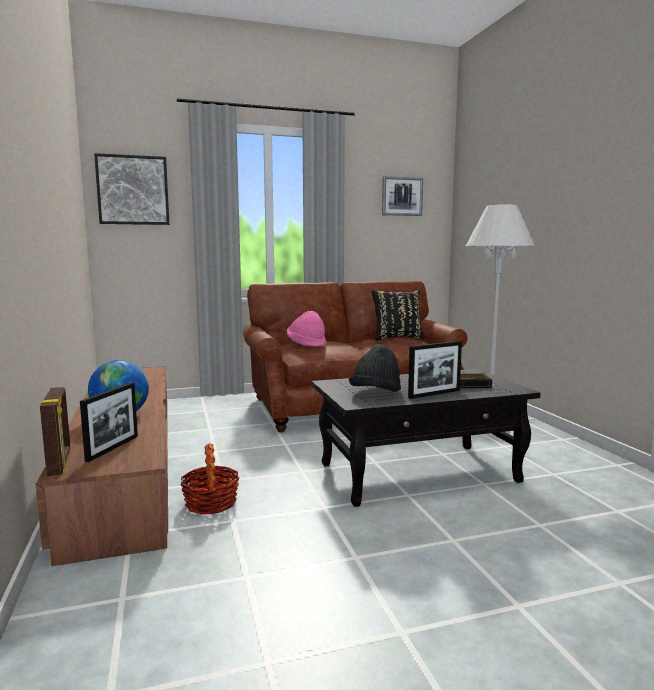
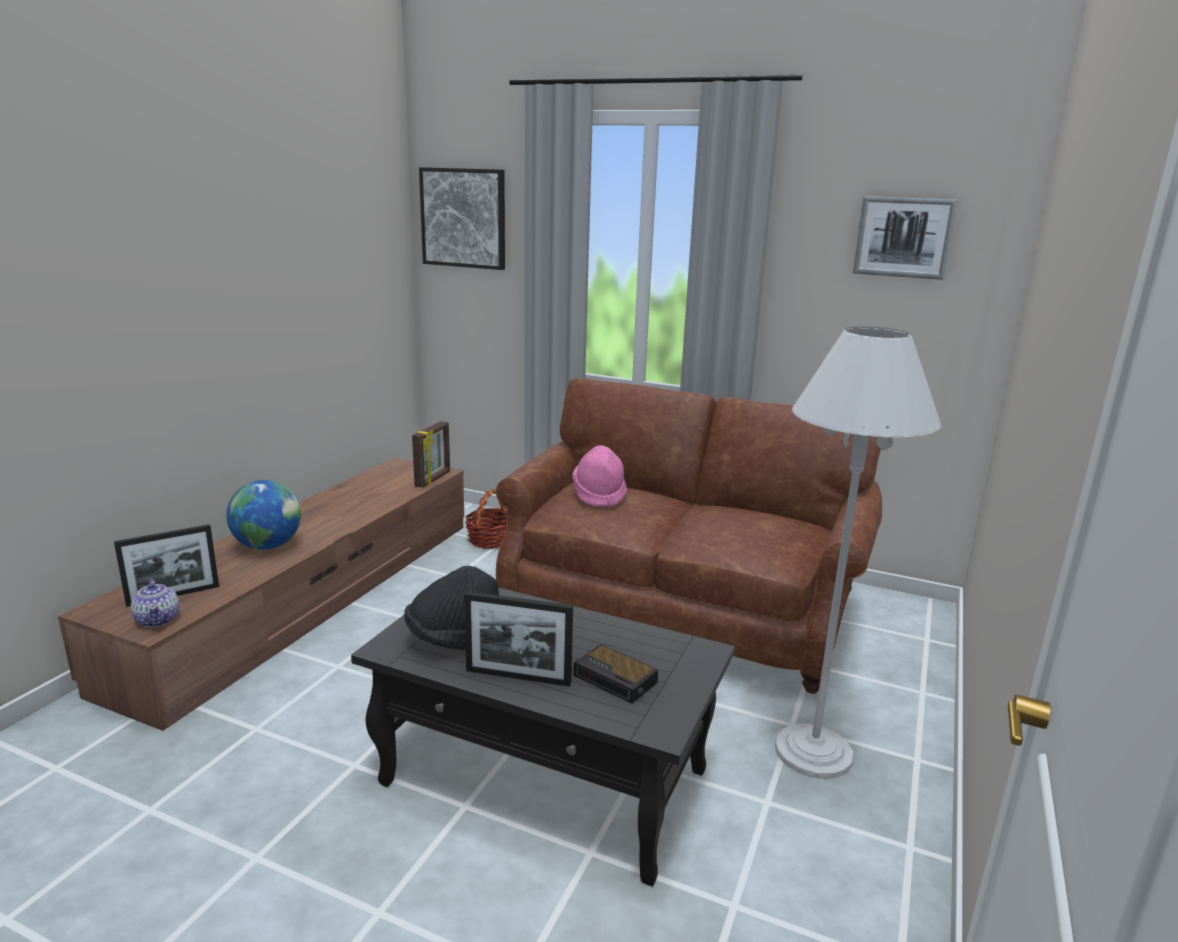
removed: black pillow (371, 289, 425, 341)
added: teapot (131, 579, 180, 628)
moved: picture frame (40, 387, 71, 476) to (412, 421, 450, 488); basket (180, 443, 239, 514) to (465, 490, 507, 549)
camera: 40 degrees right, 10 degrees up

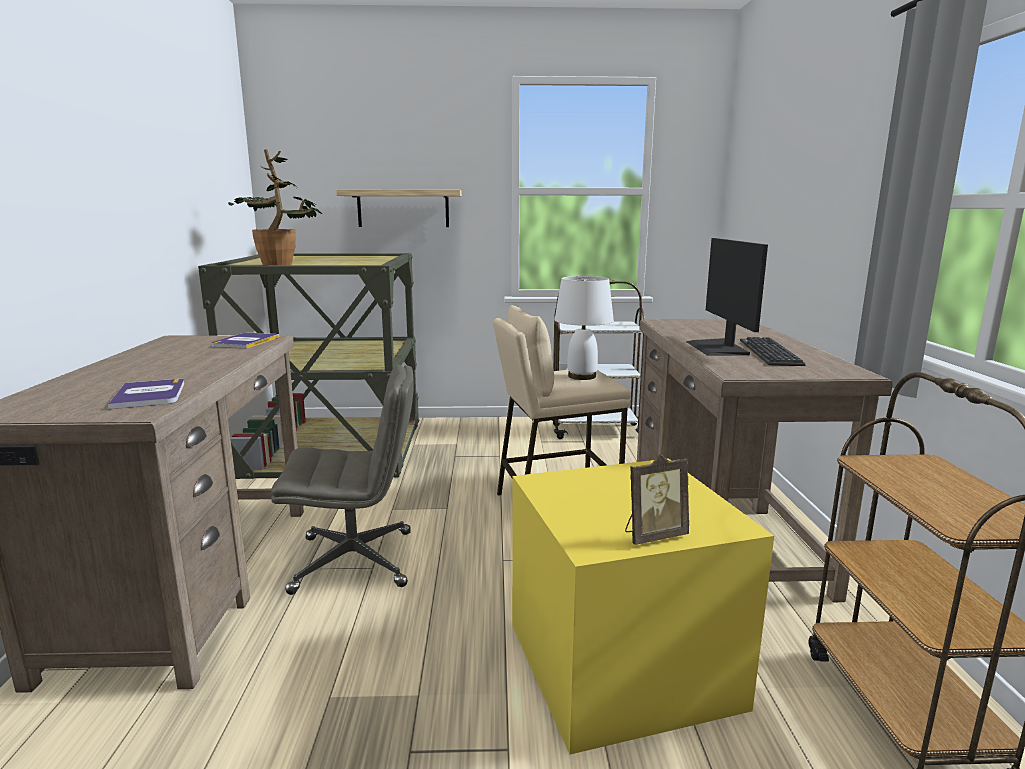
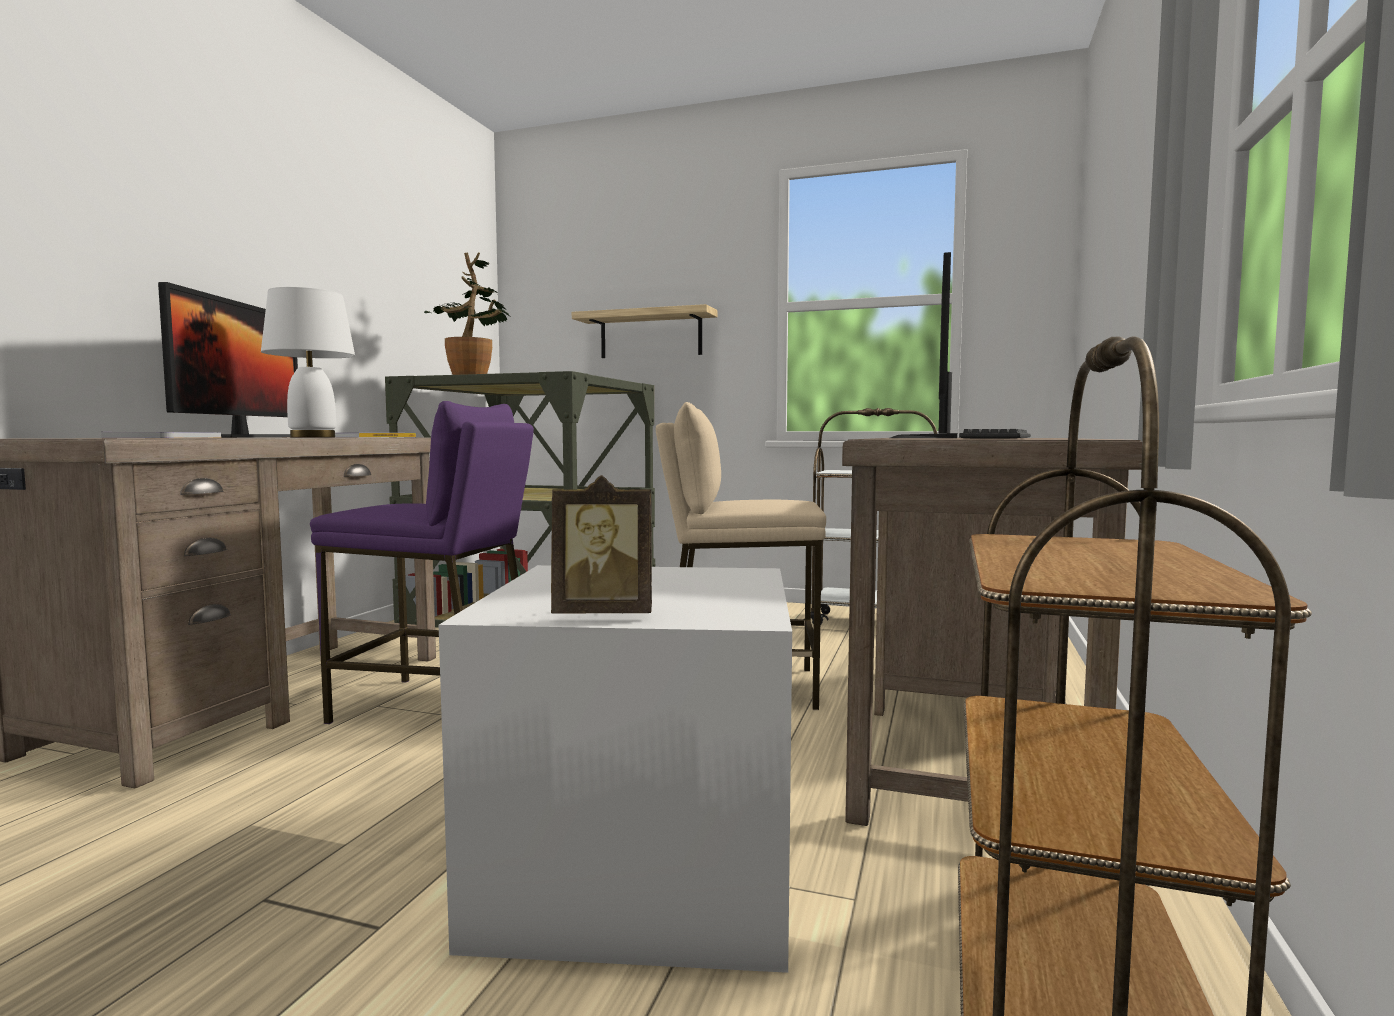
added: monitor (158, 282, 298, 438)
moved: white table lamp (555, 276, 614, 380) to (261, 287, 355, 438)
replaced: grey office chair (271, 365, 414, 595) to purple stool (310, 401, 534, 724)
recoloured: yellow storage box (512, 458, 774, 755) to white storage box (439, 565, 792, 973)
camera: 20 degrees right, 10 degrees down

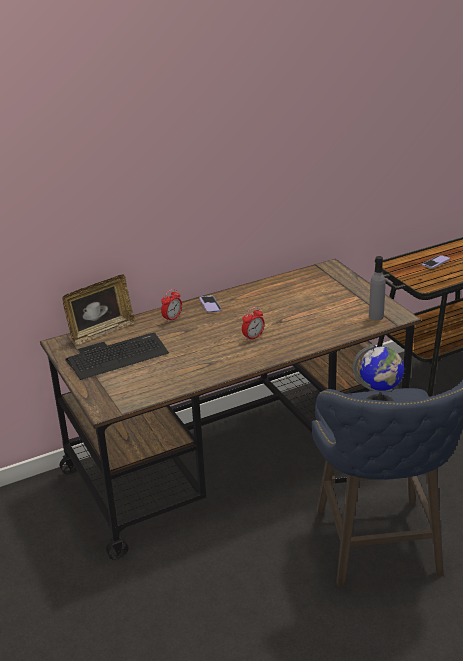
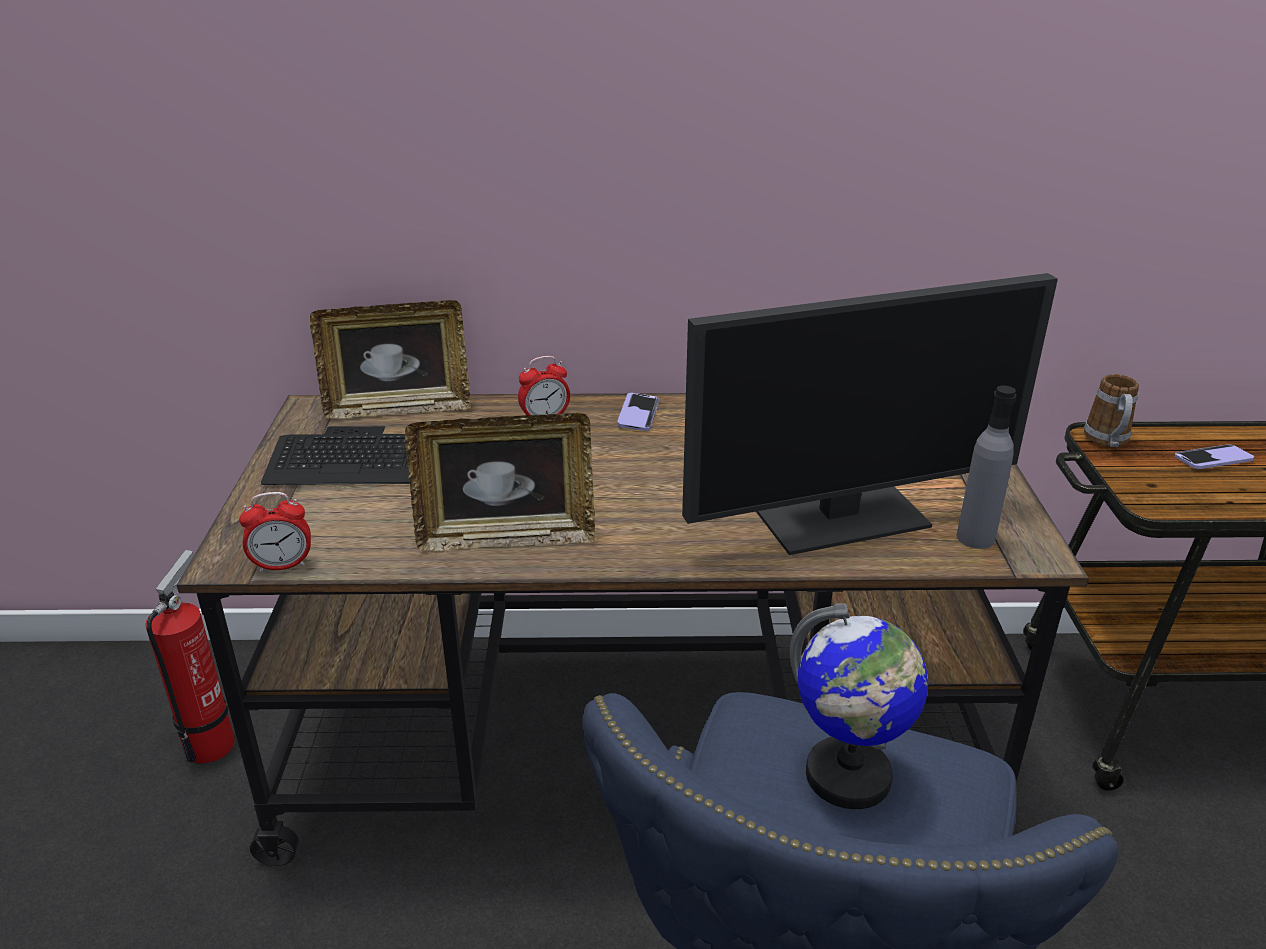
added: monitor (682, 273, 1058, 555); mug (1084, 374, 1139, 447); picture frame (405, 413, 595, 551); fire extinguisher (145, 550, 235, 764)
moved: alarm clock (242, 307, 265, 341) to (239, 492, 311, 573)
camera: 25 degrees right, 0 degrees up

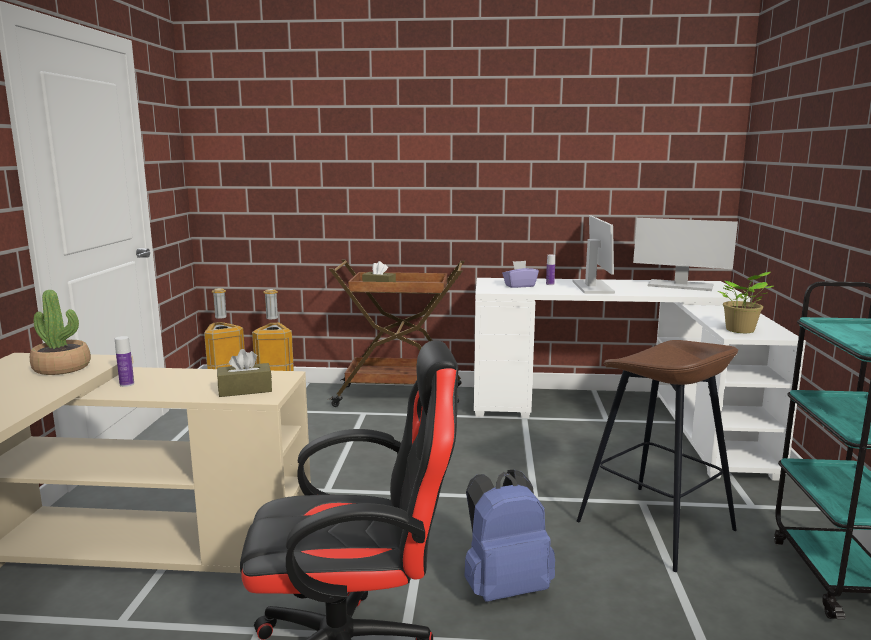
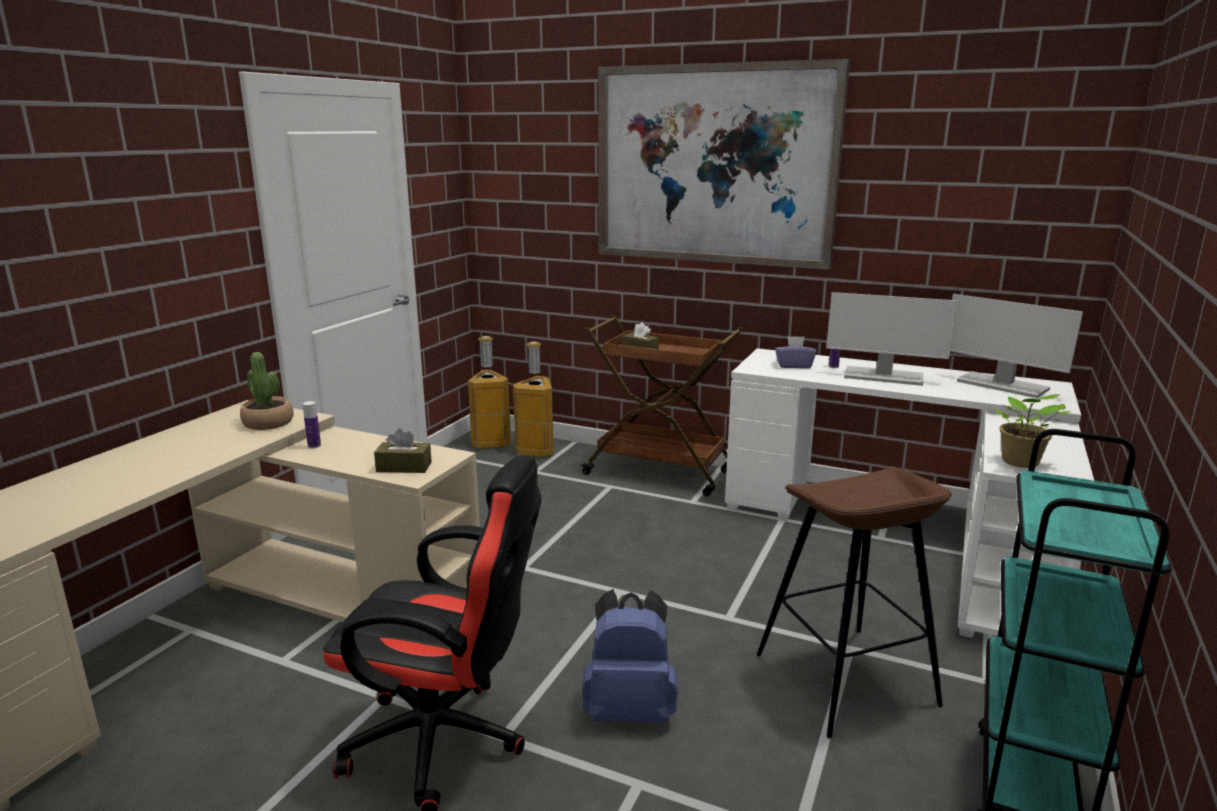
added: picture (598, 59, 850, 270)
turned: monitor (573, 215, 615, 294) = (826, 292, 957, 386) 90 degrees clockwise
camera: 20 degrees right, 5 degrees up

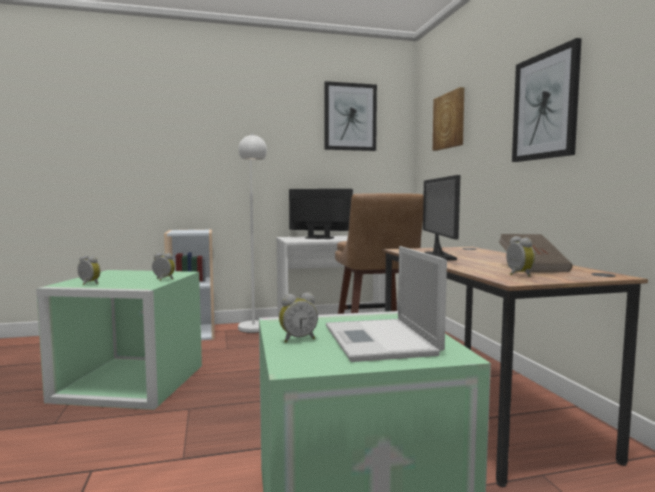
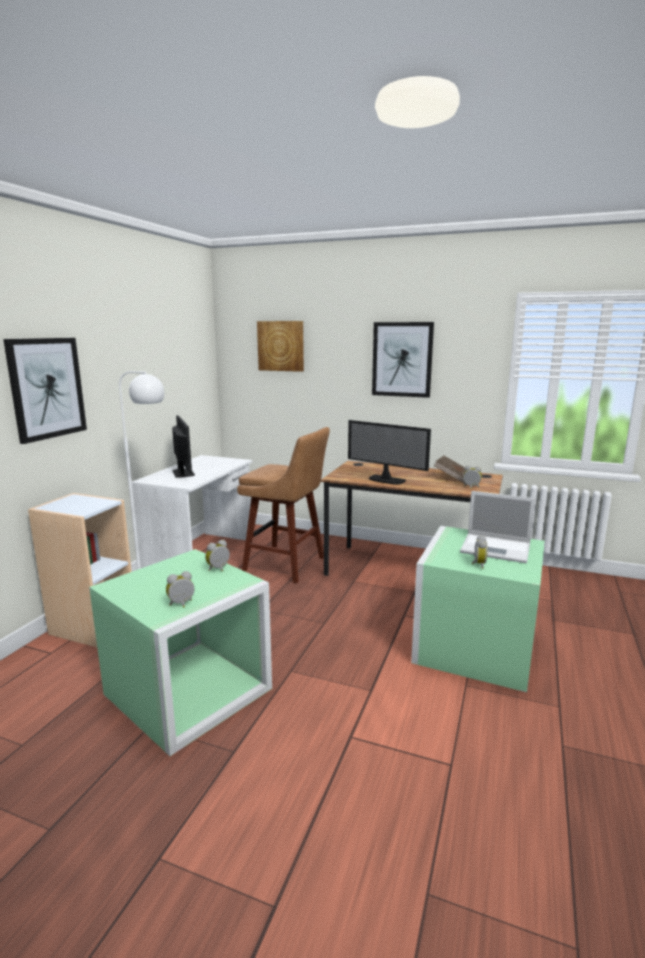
moved: picture (325, 81, 377, 151) to (3, 338, 87, 444)
turned: monitor (289, 189, 353, 239) = (172, 415, 195, 478) 105 degrees clockwise
camera: 55 degrees left, 10 degrees up

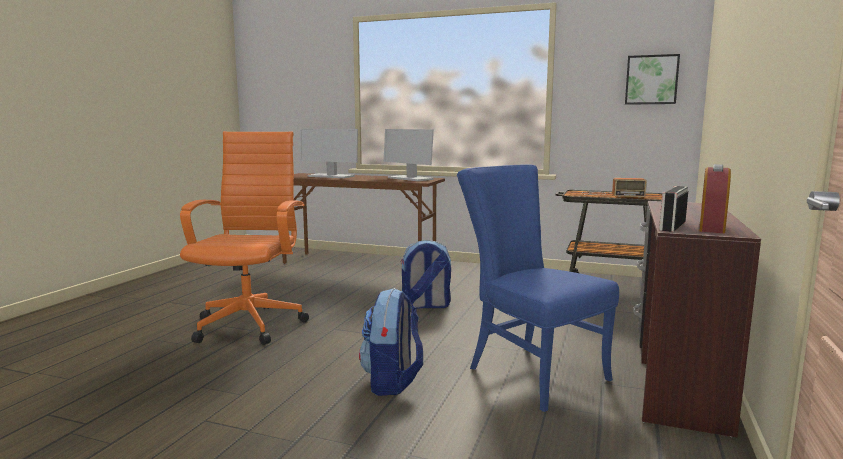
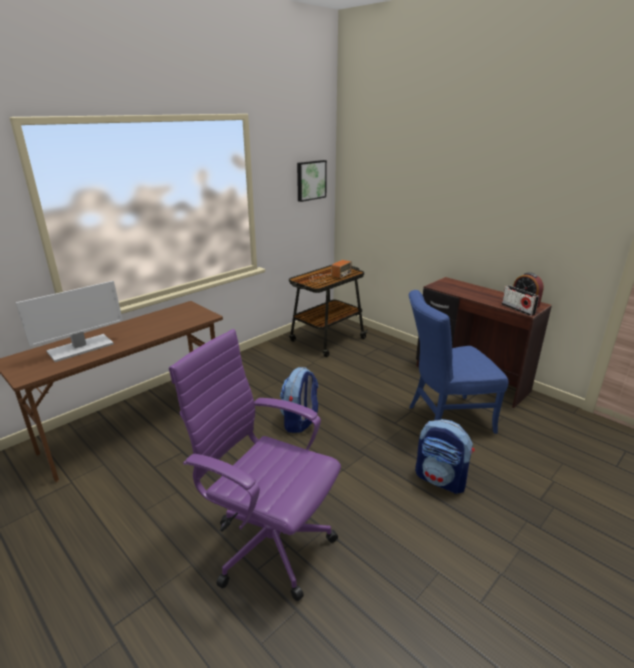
removed: monitor (383, 129, 434, 181)
recoloured: orange office chair (180, 131, 309, 345) to purple office chair (169, 329, 341, 601)
camera: 65 degrees left, 15 degrees up

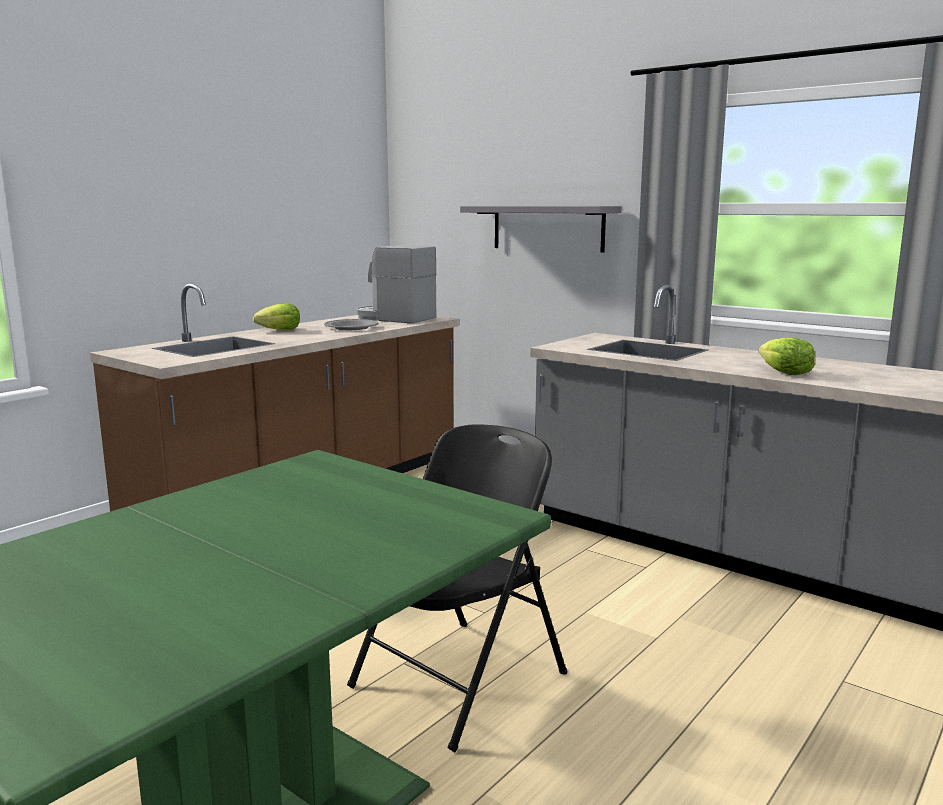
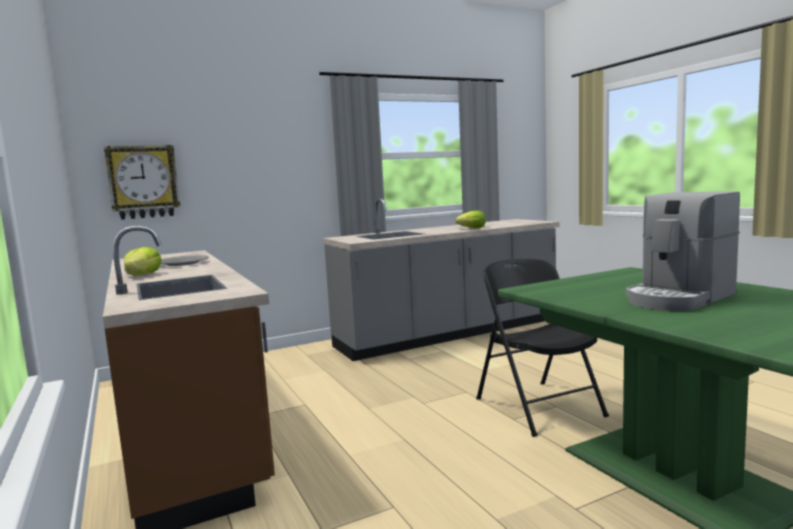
removed: grey shelf (460, 206, 621, 252)
added: wall clock (104, 145, 180, 220)
moved: coffee machine (356, 245, 436, 324) to (626, 191, 740, 311)
camera: 65 degrees left, 5 degrees down

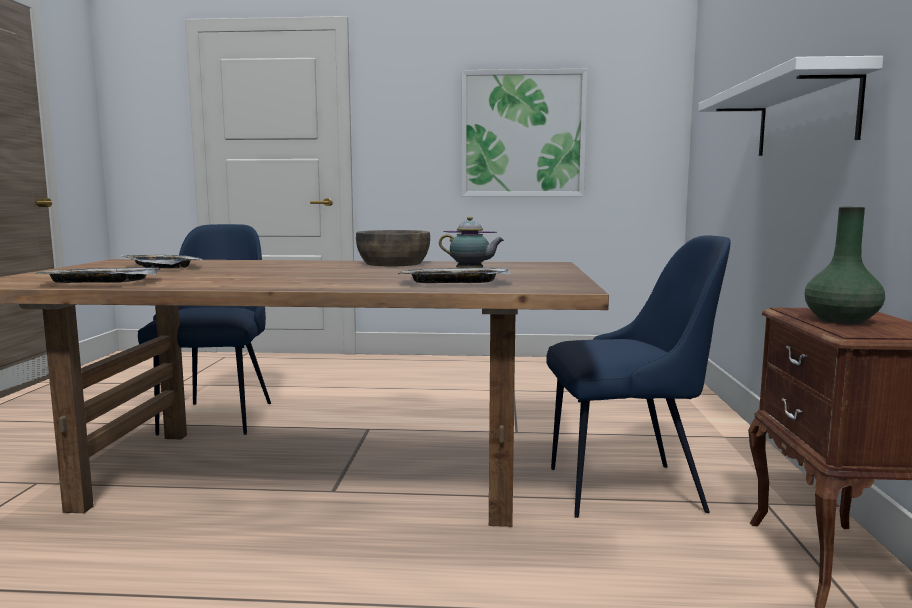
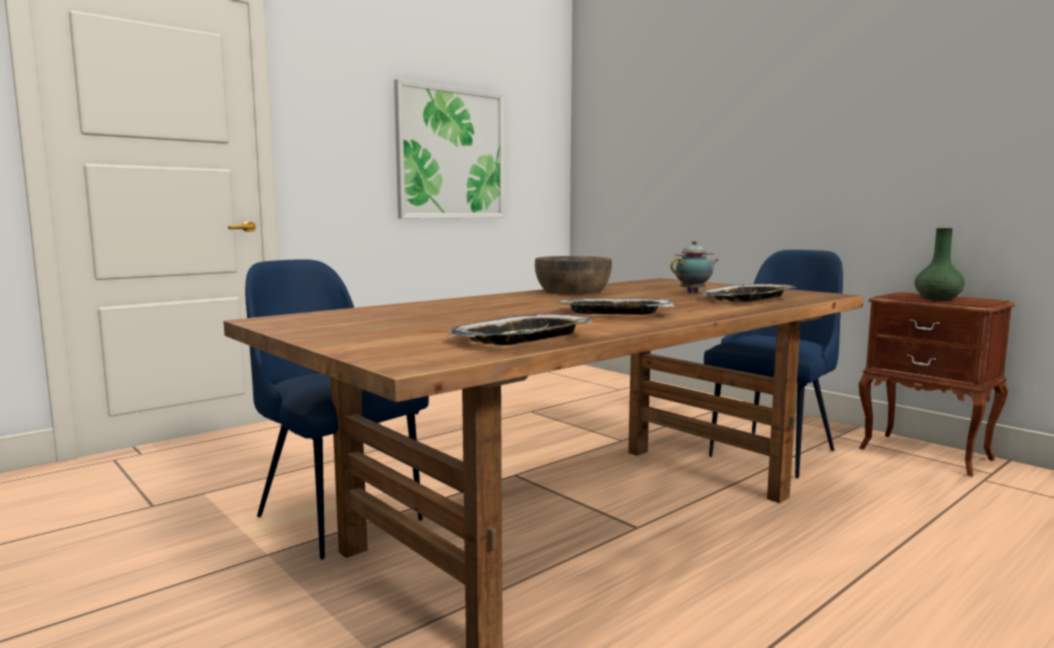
removed: white shelf (698, 56, 883, 156)
moved: tray (121, 255, 202, 268) to (556, 298, 674, 315)
camera: 45 degrees left, 0 degrees up

